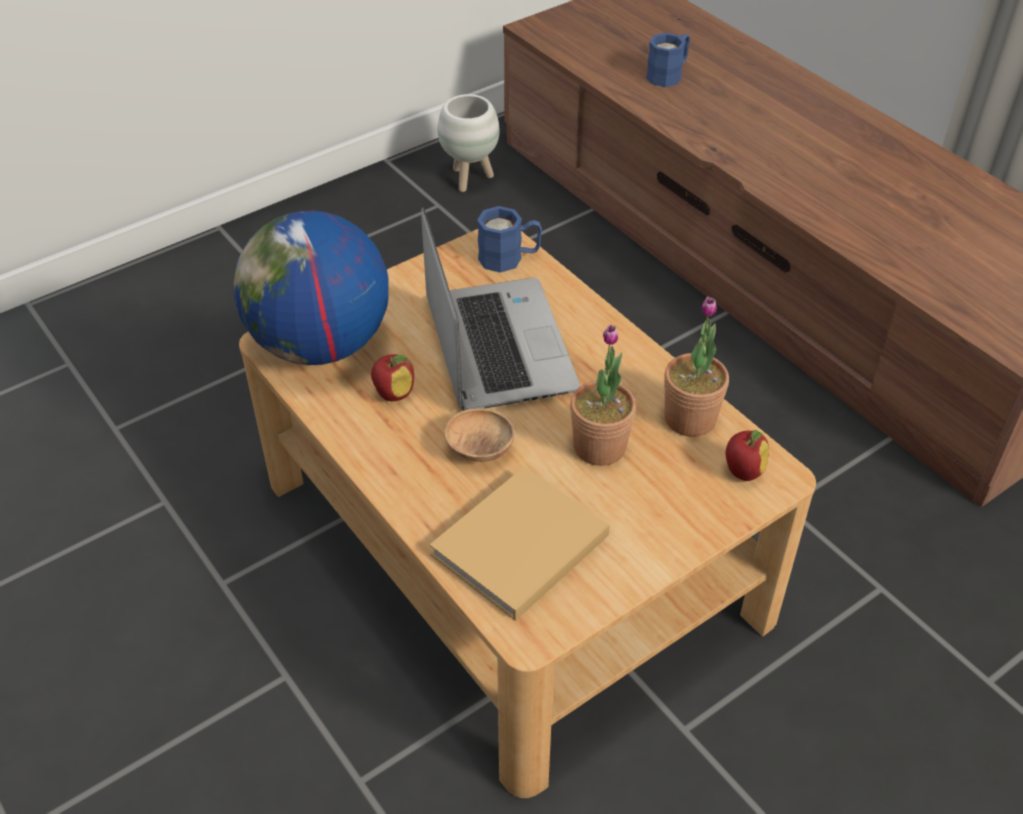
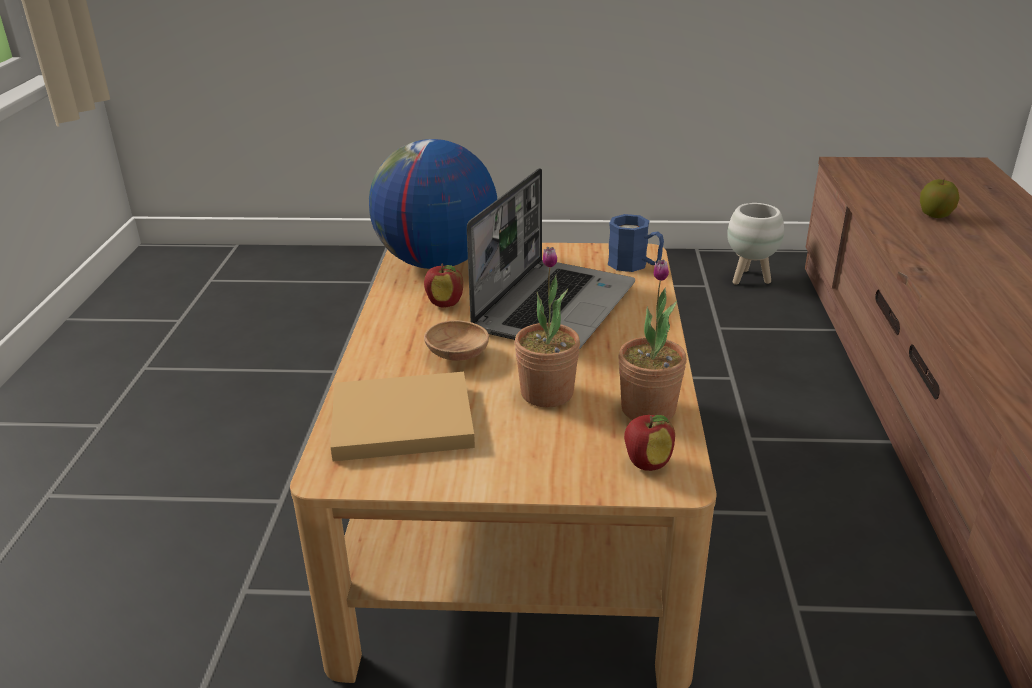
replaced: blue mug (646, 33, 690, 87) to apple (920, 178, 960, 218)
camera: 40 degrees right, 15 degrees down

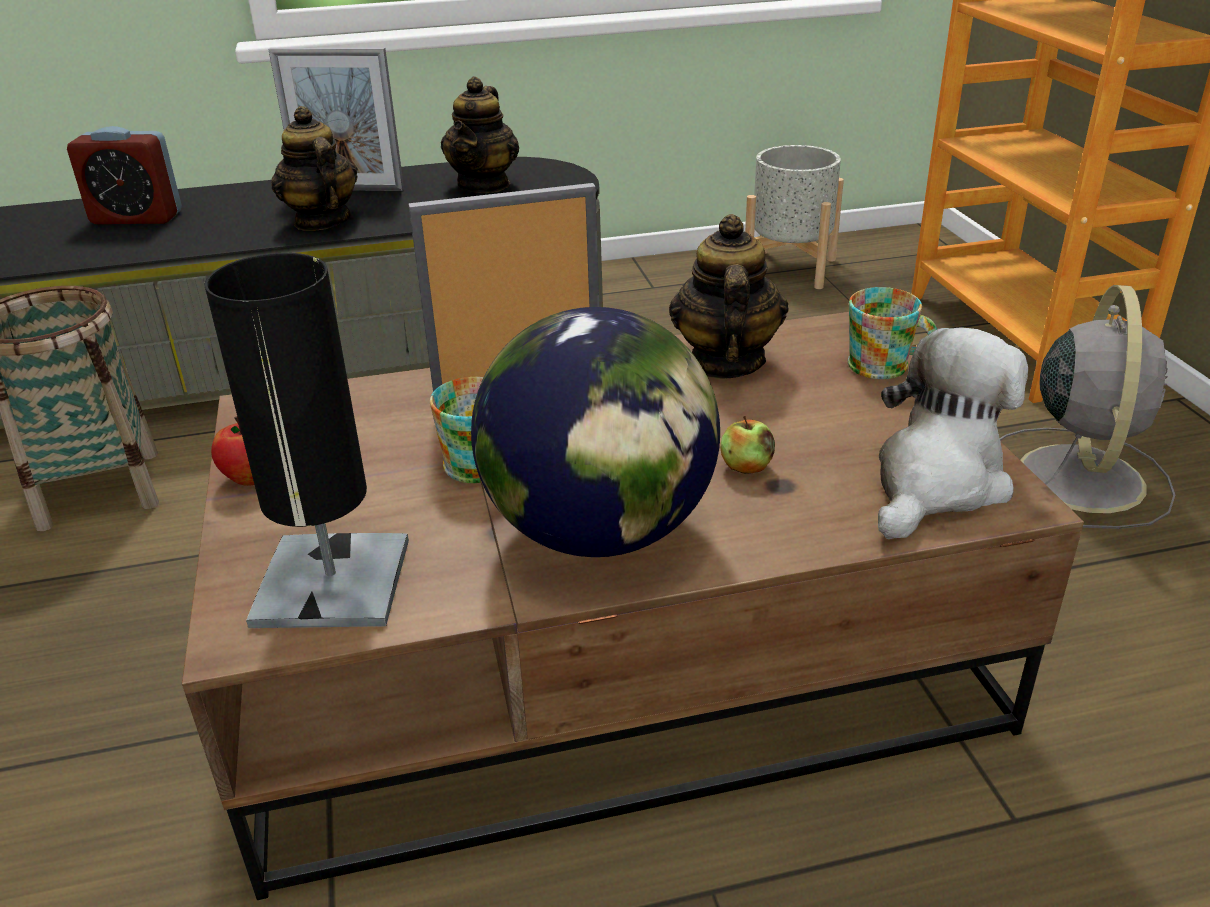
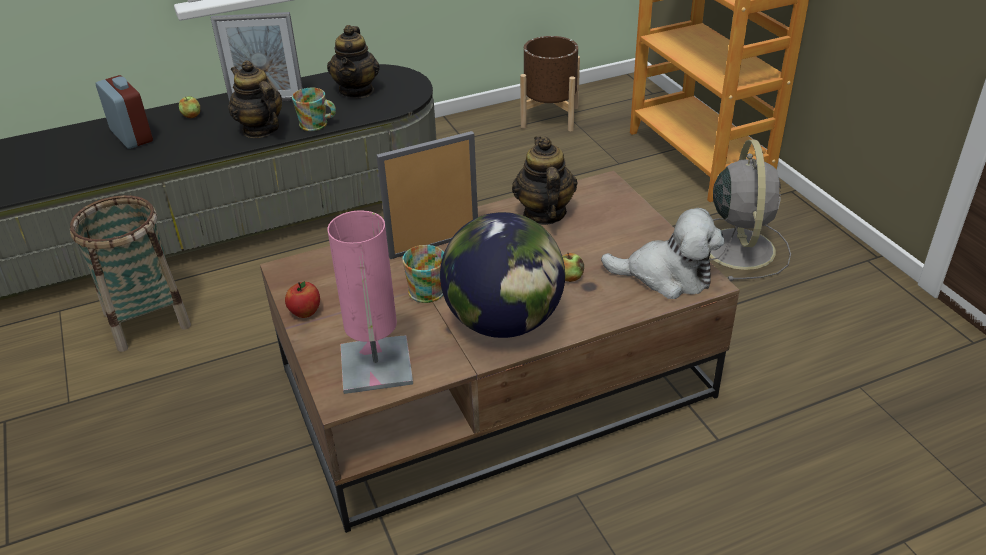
added: apple (179, 96, 200, 118)
moved: mug (848, 287, 937, 379) to (292, 88, 336, 131)
recoloured: grey planter (745, 145, 844, 289) to brown planter (520, 36, 580, 132); black table lamp (205, 253, 409, 628) to pink table lamp (327, 210, 413, 394)
turned: alarm clock (67, 126, 182, 224) = (96, 75, 153, 149) 120 degrees counterclockwise; plush toy (878, 327, 1028, 539) = (601, 208, 725, 299) 75 degrees clockwise
camera: 10 degrees left, 5 degrees up

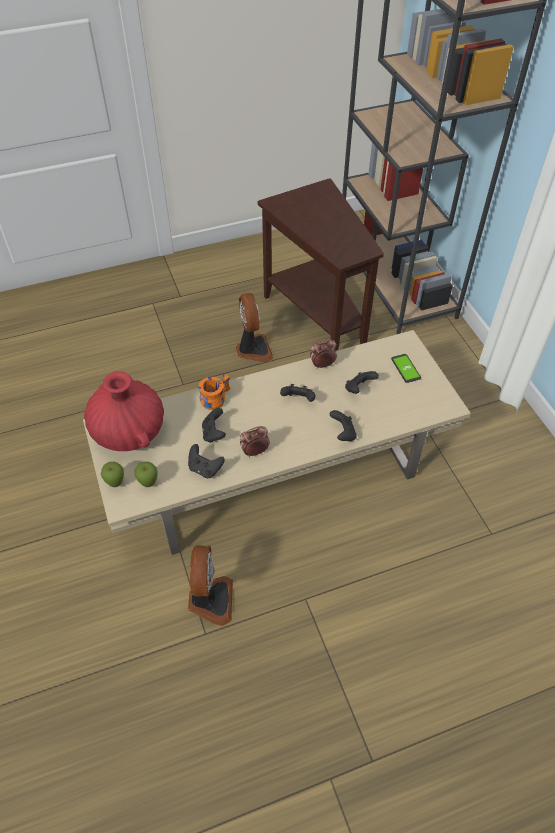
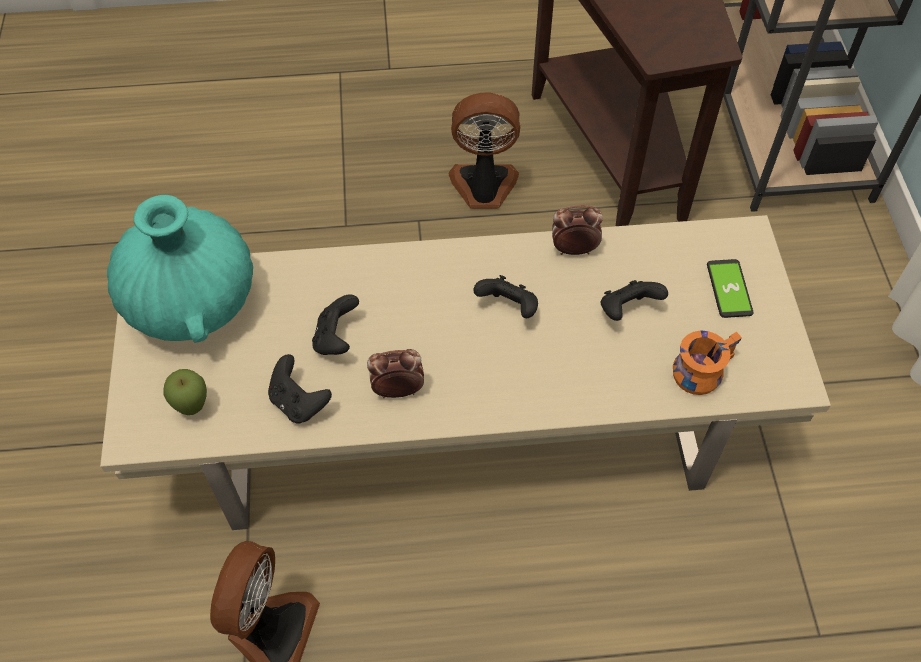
removed: black game controller (330, 410, 357, 442); apple (101, 462, 124, 487)
moved: orange mug (198, 375, 230, 410) to (673, 330, 742, 395)
recoloured: red vase (84, 371, 164, 451) to turquoise vase (107, 195, 253, 343)
turned: fan (236, 293, 273, 362) = (448, 92, 521, 209) 90 degrees counterclockwise
camera: 15 degrees right, 5 degrees up

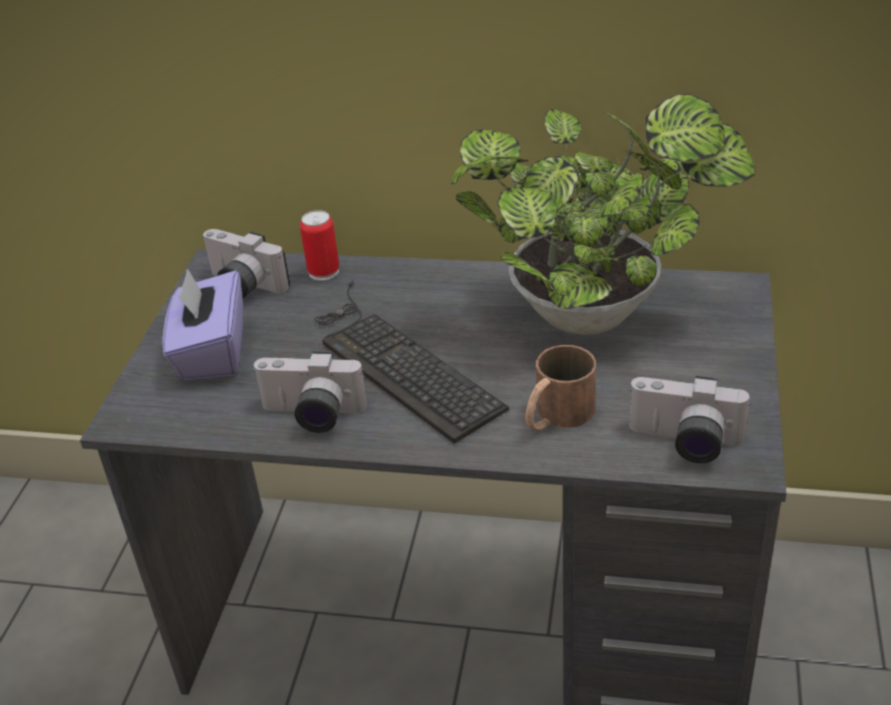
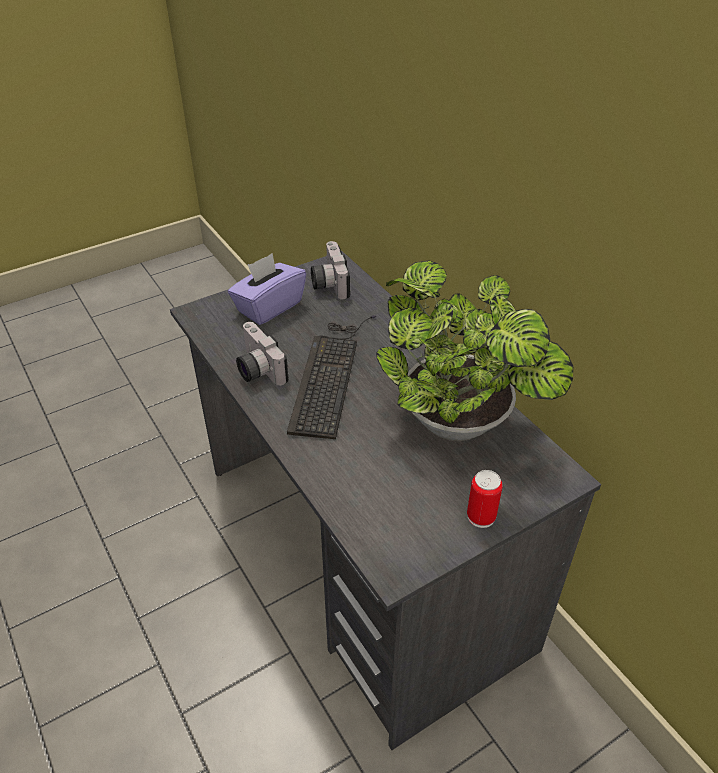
removed: brown mug (525, 345, 596, 431); photo camera (628, 376, 751, 463)
moved: can (300, 210, 339, 281) to (467, 470, 503, 528)
camera: 45 degrees right, 5 degrees up

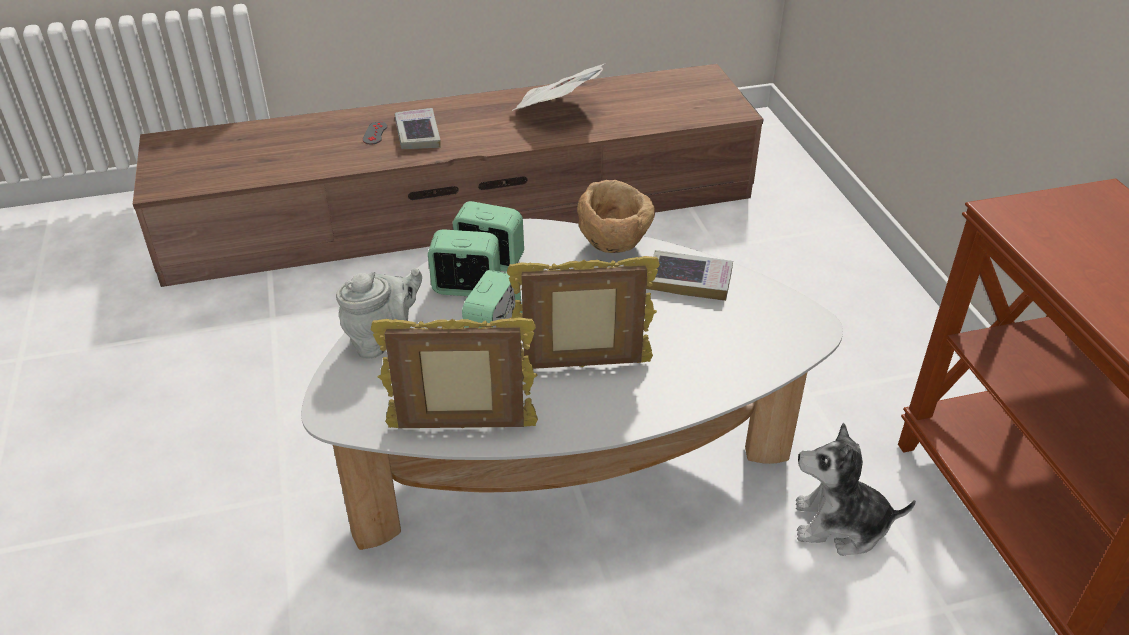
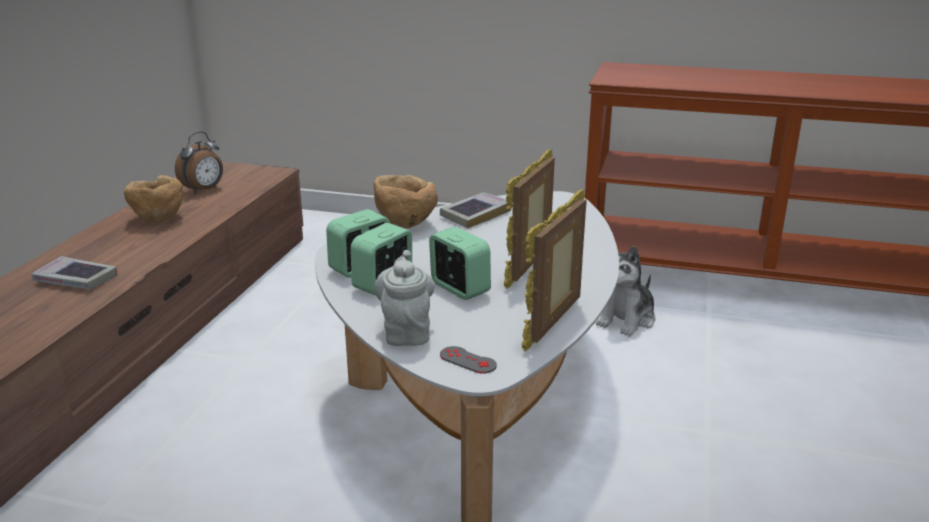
added: alarm clock (175, 132, 223, 194)
moved: grey game controller (362, 122, 387, 144) to (440, 346, 497, 374)
replaced: newspaper (512, 64, 604, 111) to brown bowl (124, 175, 183, 223)
camera: 60 degrees left, 15 degrees down

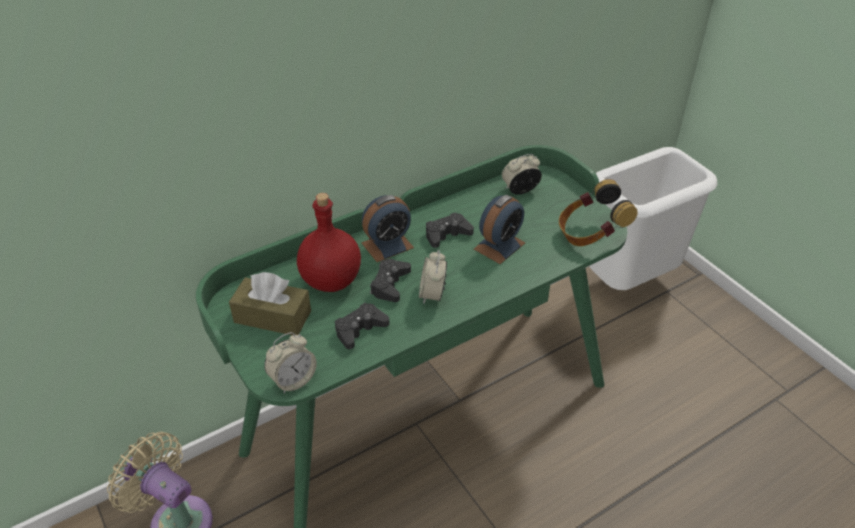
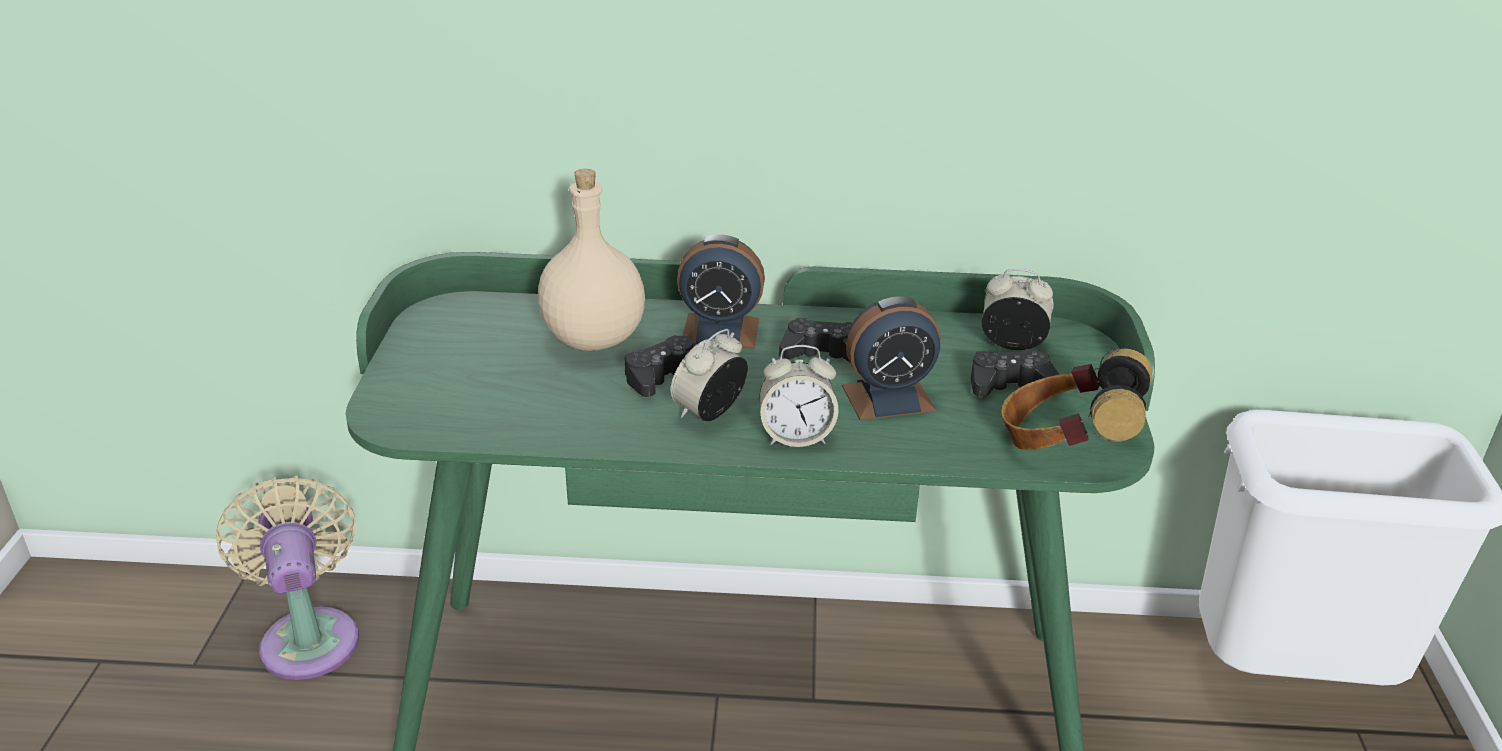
removed: brown tissue box (229, 272, 311, 335)
moved: black game controller (335, 303, 390, 349) to (971, 349, 1059, 397); alarm clock (264, 332, 317, 394) to (759, 345, 839, 447)
recoloured: red bottle (297, 193, 361, 292) to beige bottle (538, 169, 645, 351)
camera: 35 degrees right, 10 degrees down

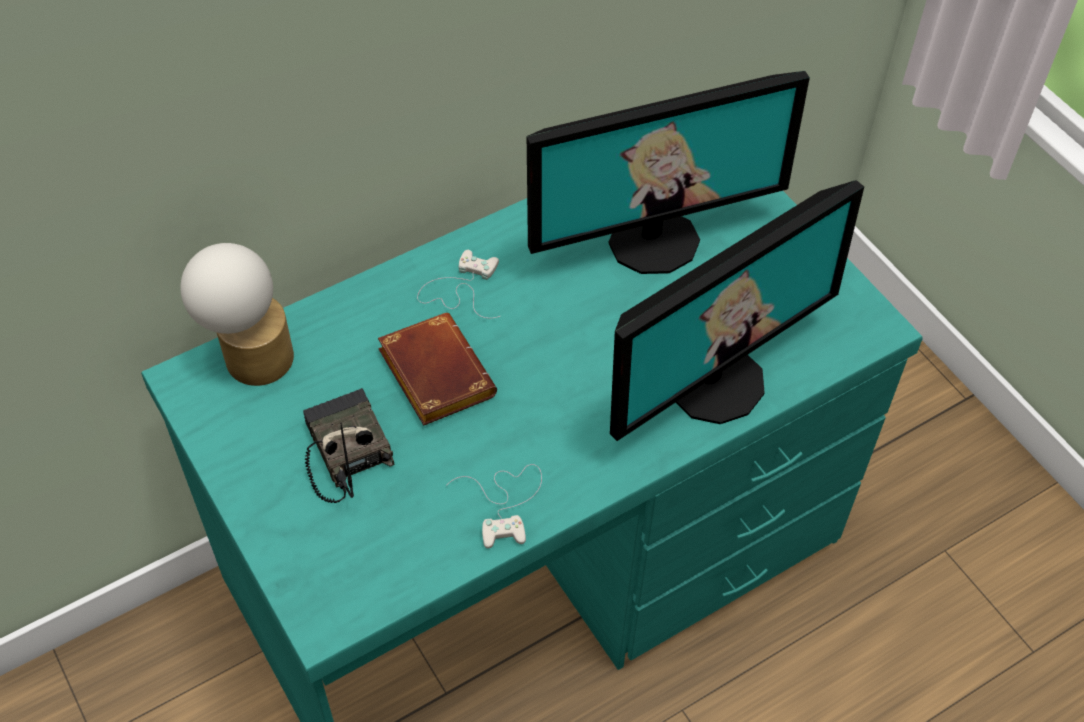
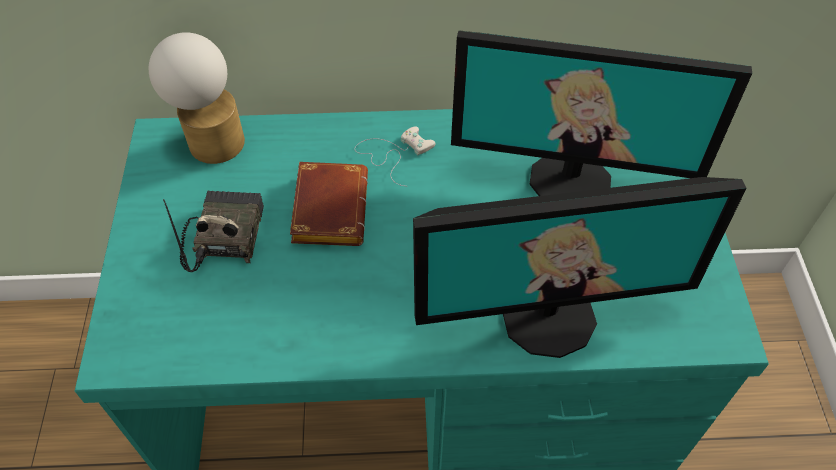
removed: white game controller (446, 464, 542, 549)
camera: 30 degrees right, 0 degrees up

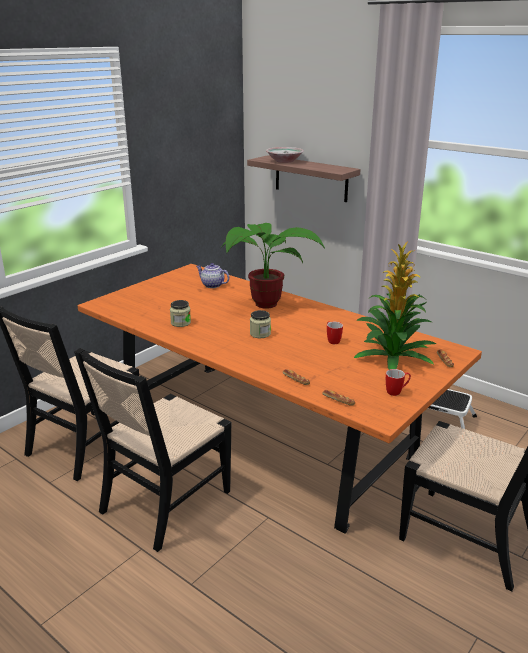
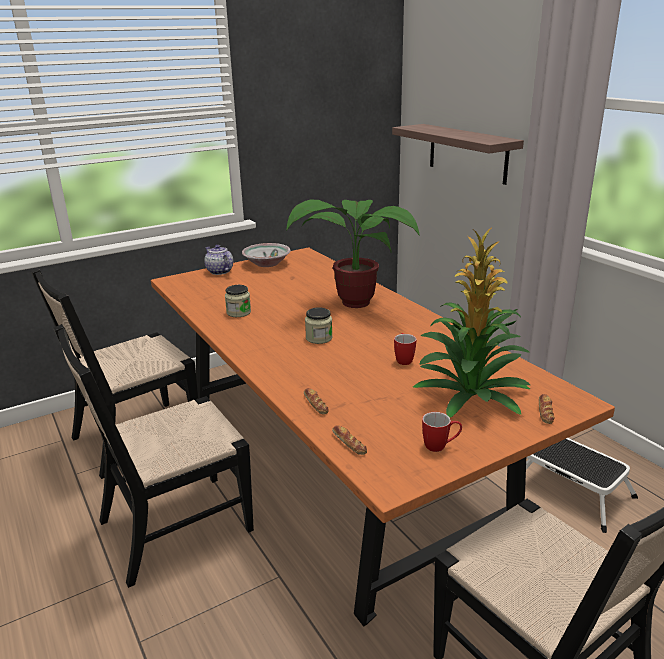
moved: bowl (266, 147, 304, 163) to (242, 243, 291, 267); teapot (196, 263, 229, 288) to (204, 245, 233, 275)
camera: 20 degrees right, 0 degrees up

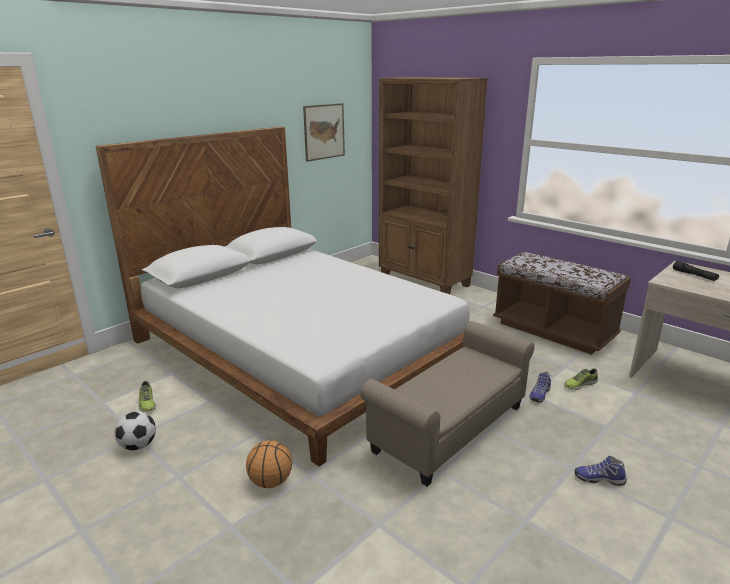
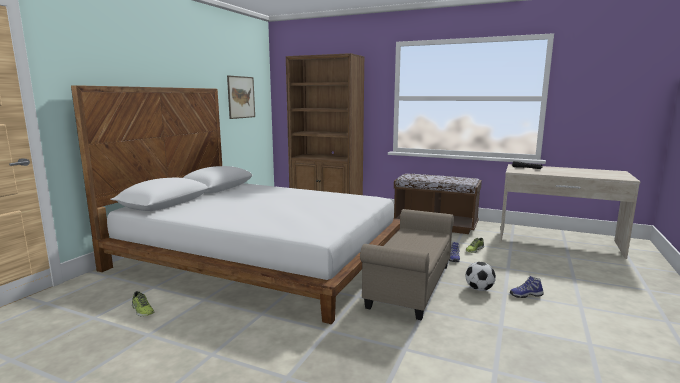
removed: basketball (246, 440, 292, 488)
moved: football (114, 411, 156, 450) to (465, 262, 496, 291)
camera: 20 degrees left, 10 degrees down

